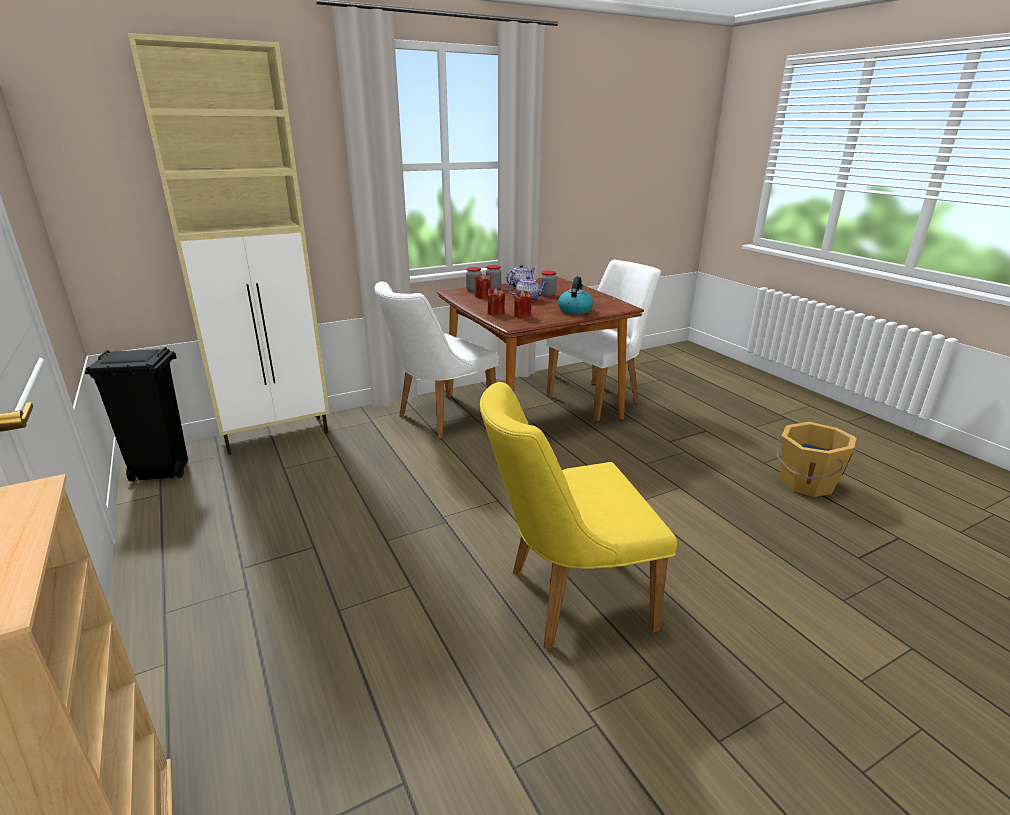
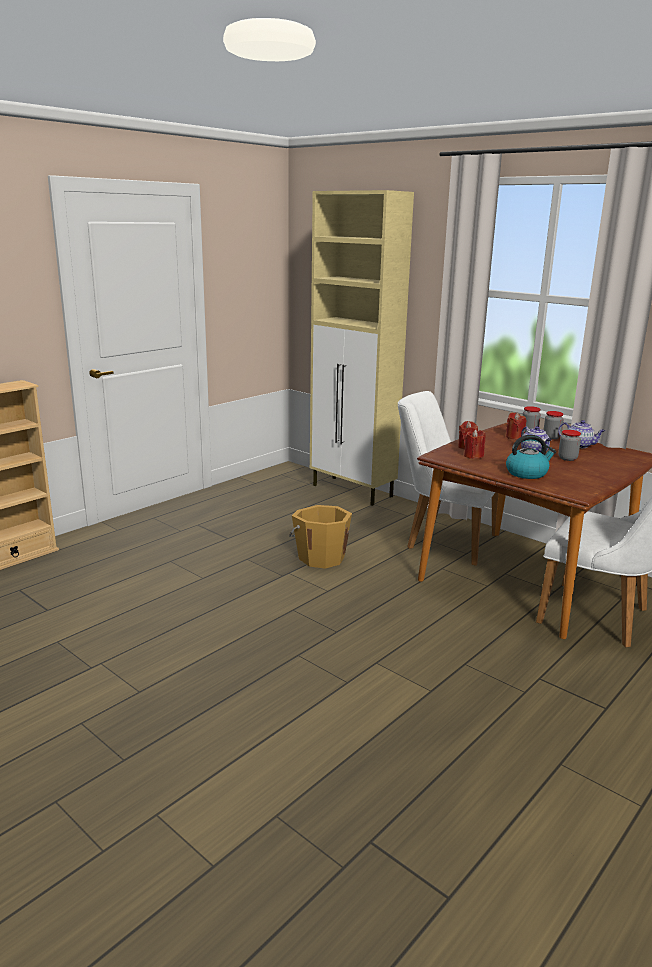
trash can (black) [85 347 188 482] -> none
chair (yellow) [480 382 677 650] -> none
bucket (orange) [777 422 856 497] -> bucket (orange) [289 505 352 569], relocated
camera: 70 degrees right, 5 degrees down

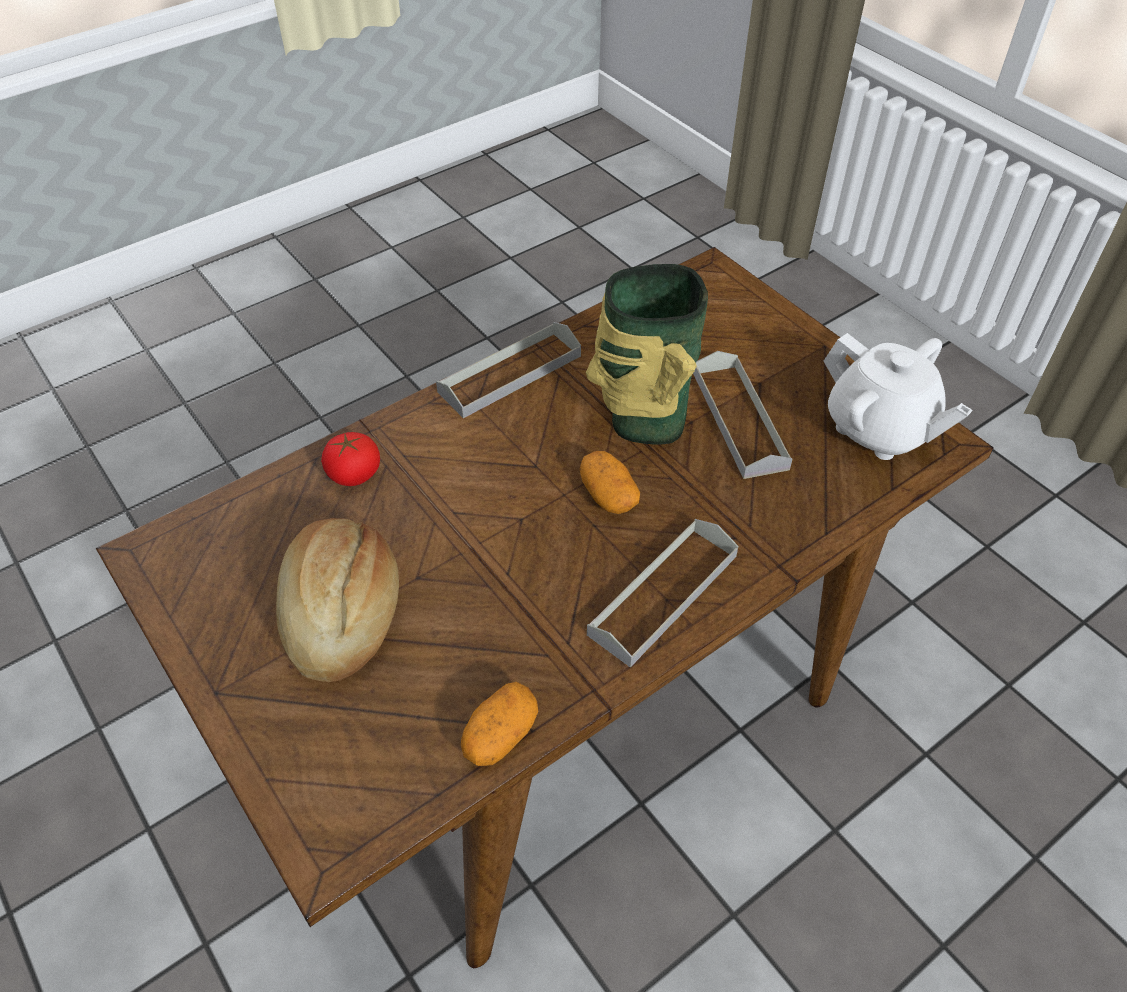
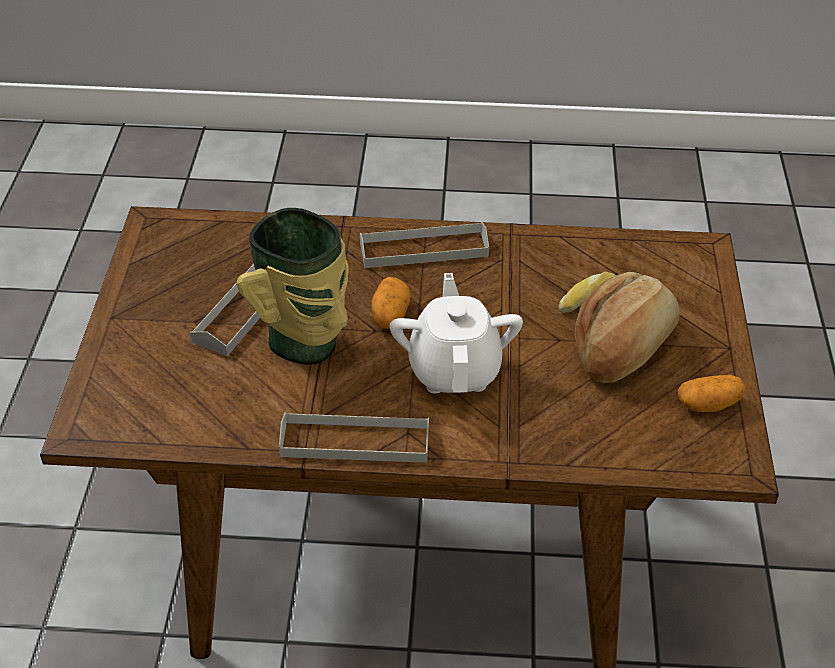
teapot (white) [824 333 972 460] -> teapot (white) [390 273 523 393], relocated
tomato [321 432 380 486] -> none
potato [461 682 538 766] -> potato [678 375 745 412], relocated
none -> bread [559 272 616 313]
camera: 140 degrees left, 5 degrees down

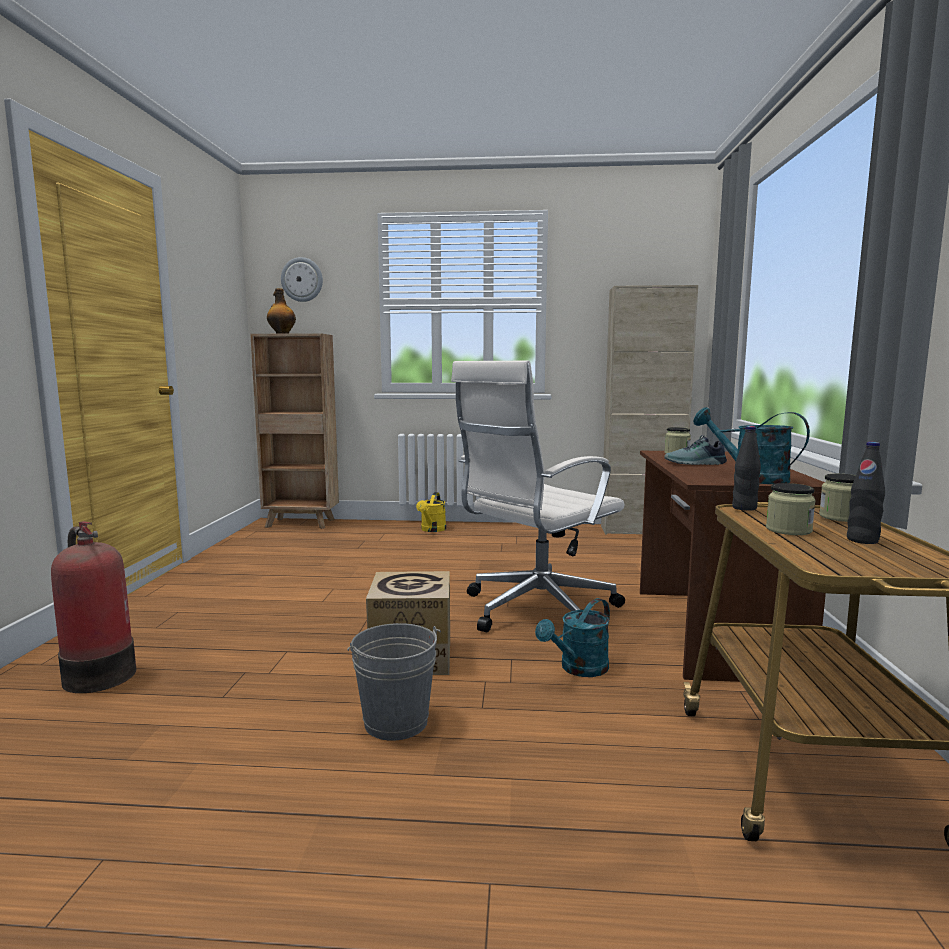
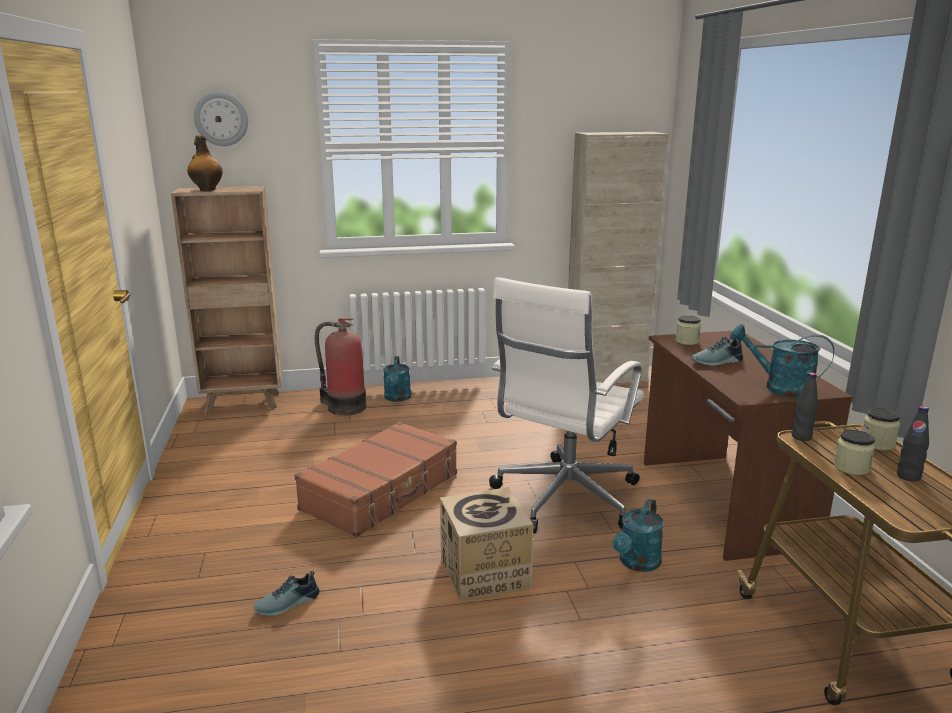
watering can (yellow) [416 492 446 532] -> watering can (turquoise) [383 356 411 402]
fire extinguisher [51 521 136 693] -> fire extinguisher [314 318 366 416], relocated
bucket (grey) [347 623 441 741] -> none
none -> suitcase (brown) [294 422 457 537]
none -> shoe [253 570 319 616]
camera: 15 degrees left, 10 degrees up

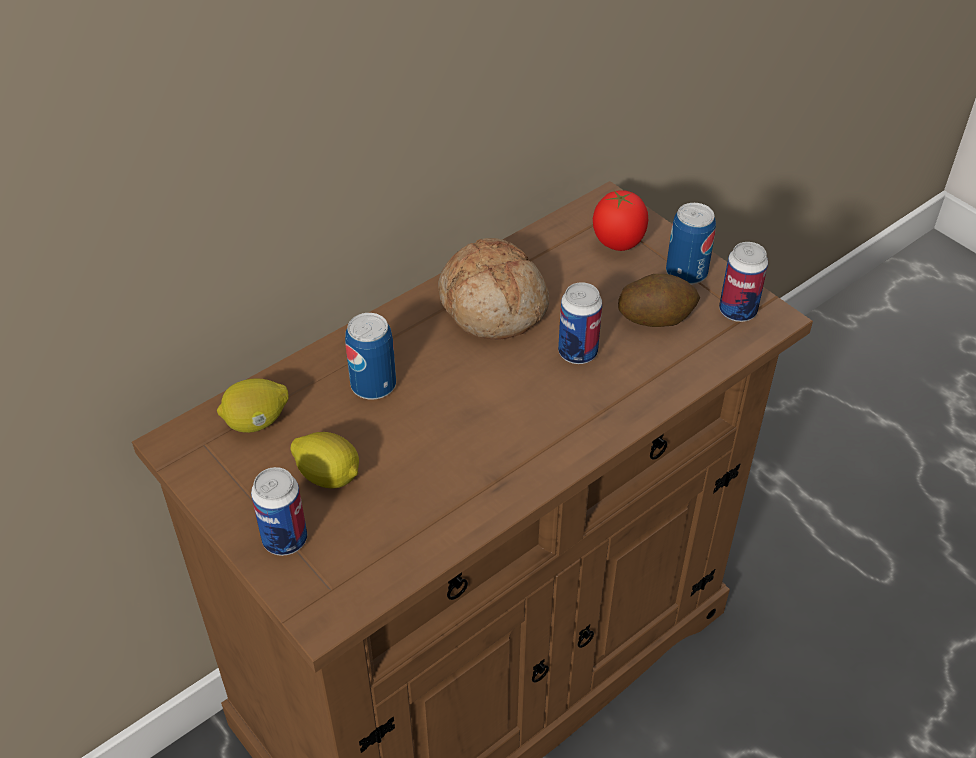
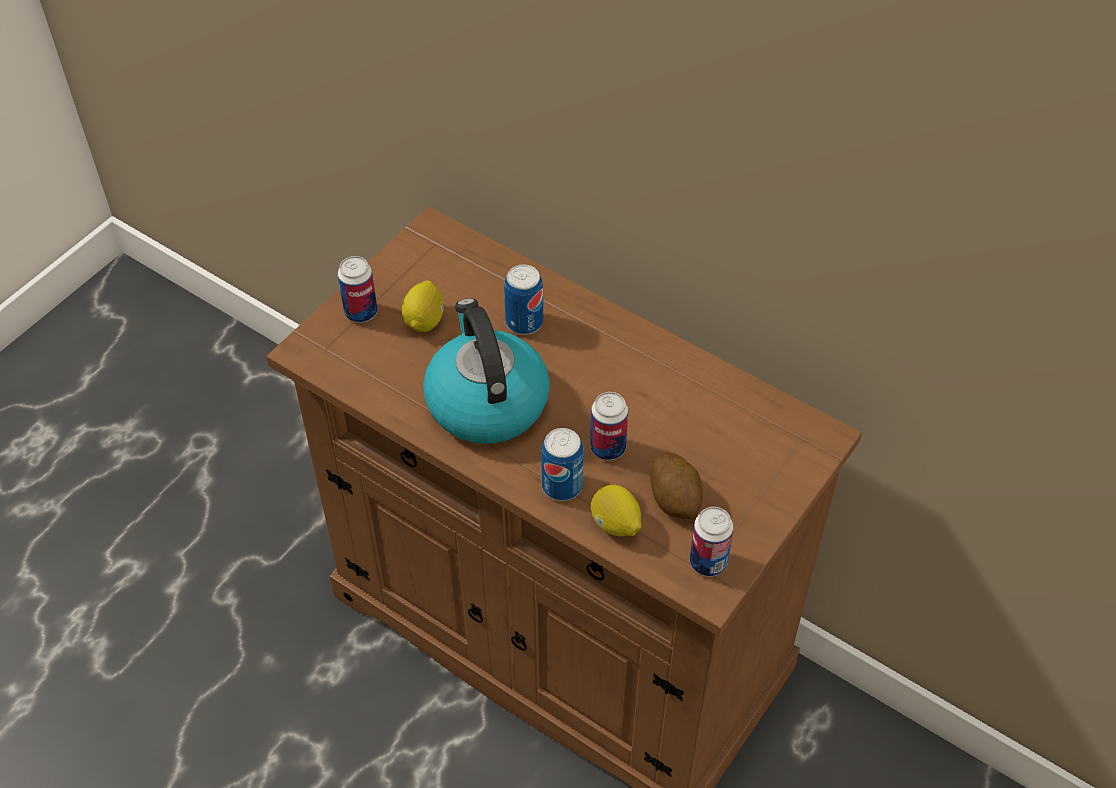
tomato [593 190 648 251] -> none
can [666 203 716 285] -> can [541 428 584 501], relocated
bread [438 238 549 340] -> none
lemon [217 379 289 433] -> lemon [591 485 641 536], relocated
none -> kettle [423 298 550 444]
camera: 75 degrees right, 5 degrees up

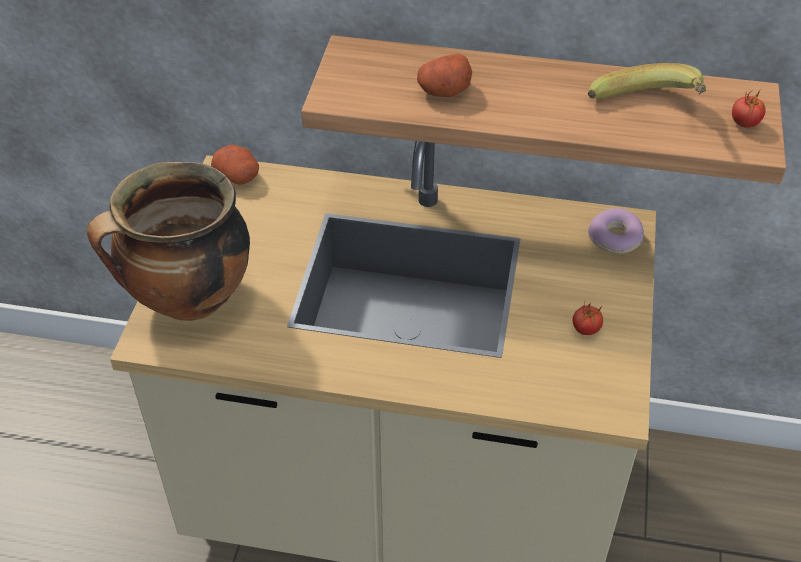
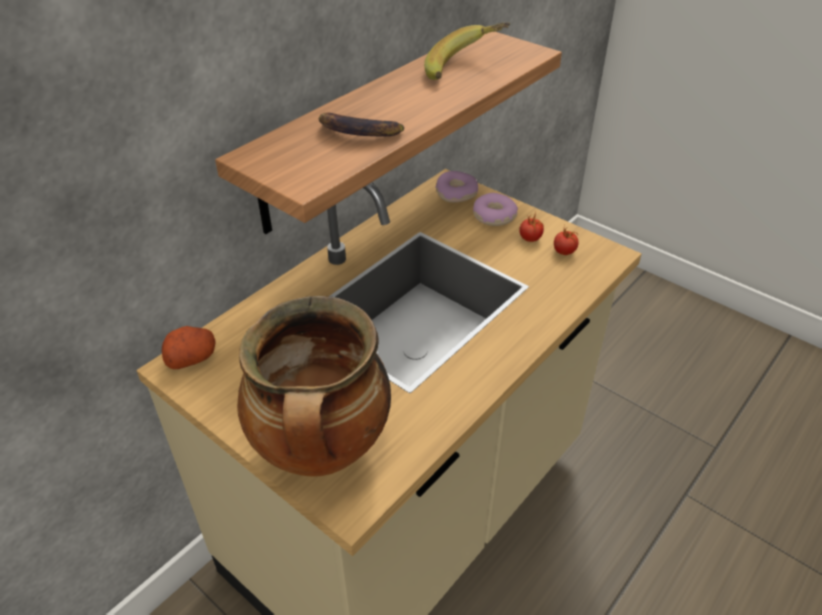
potato [417 54 472 97] -> banana [319 113 404 136]
tomato [732 88 765 128] -> tomato [554 228 579 255], relocated
none -> donut [473 193 518 226]
camera: 60 degrees left, 5 degrees down

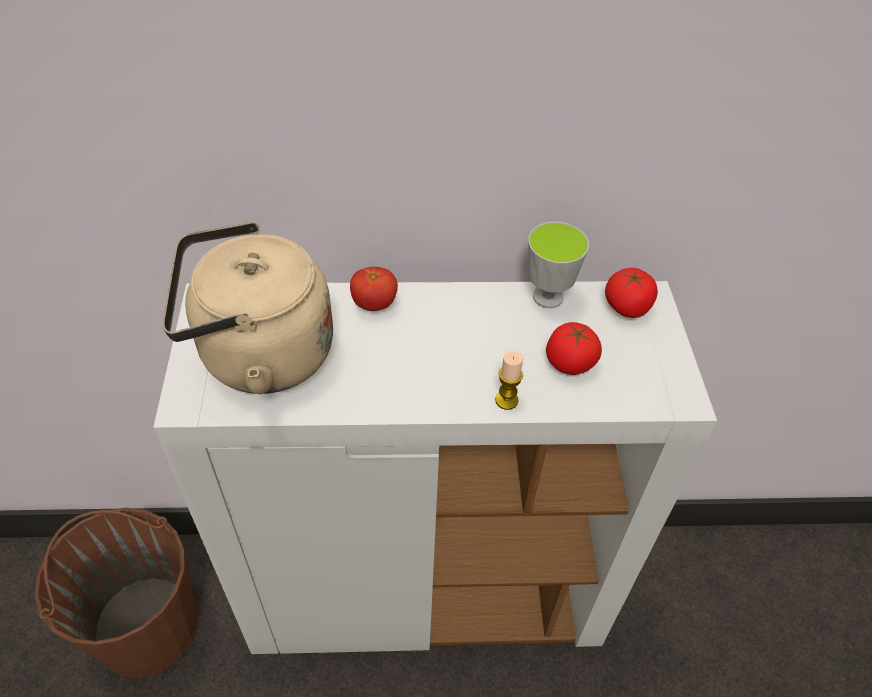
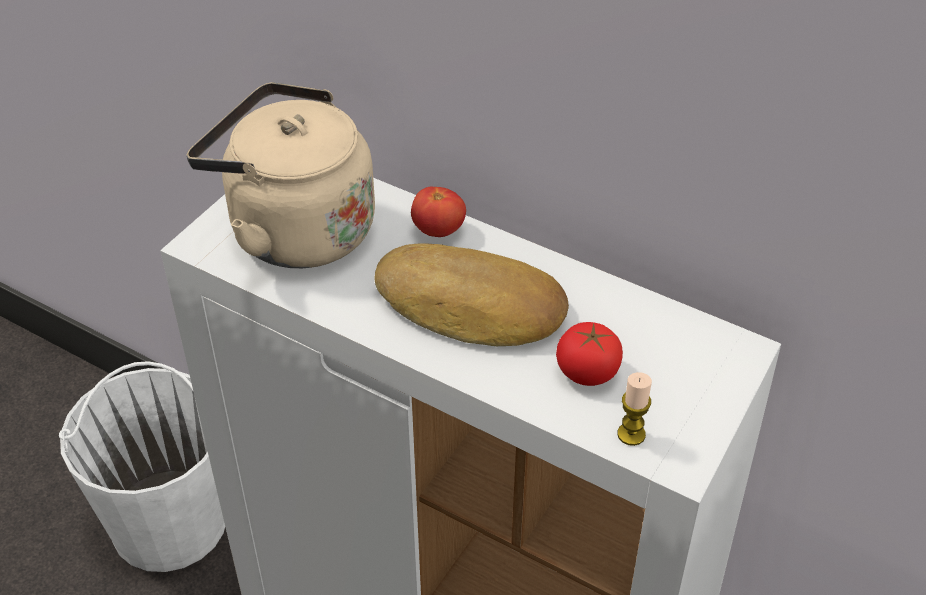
cup [528 221 589 308] -> none
tomato [605 268 658 318] -> none
candle [495 351 524 410] -> candle [617 372 652 446], relocated
bucket (brown) [34 508 198 678] -> bucket (white) [59 361 225 572]
none -> bread [375 243 569 346]
camera: 35 degrees right, 5 degrees down

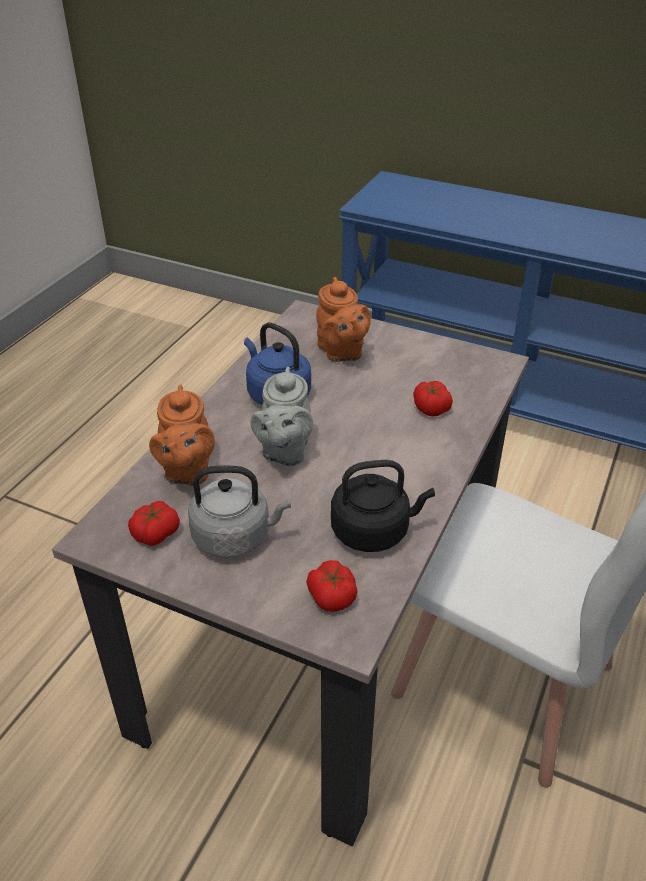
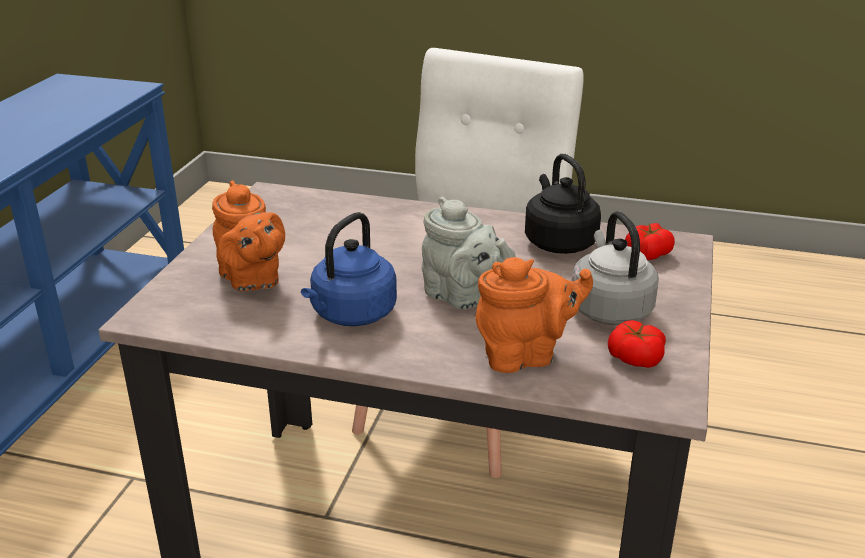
teapot (orange) [316 277 371 362] -> teapot (orange) [212 180 285 291], 90 degrees clockwise
teapot (grey) [251 367 313 466] -> teapot (grey) [422 197 515 309], 45 degrees clockwise
tomato [413 381 453 416] -> none
camera: 100 degrees left, 10 degrees down

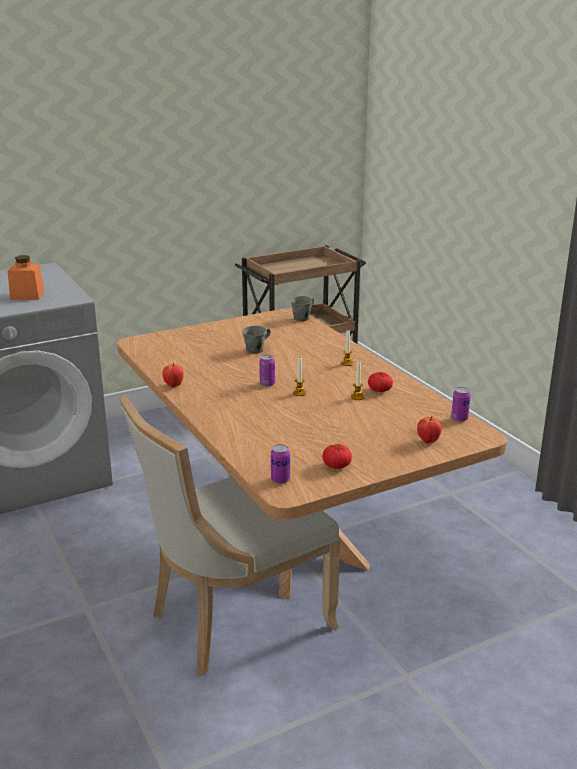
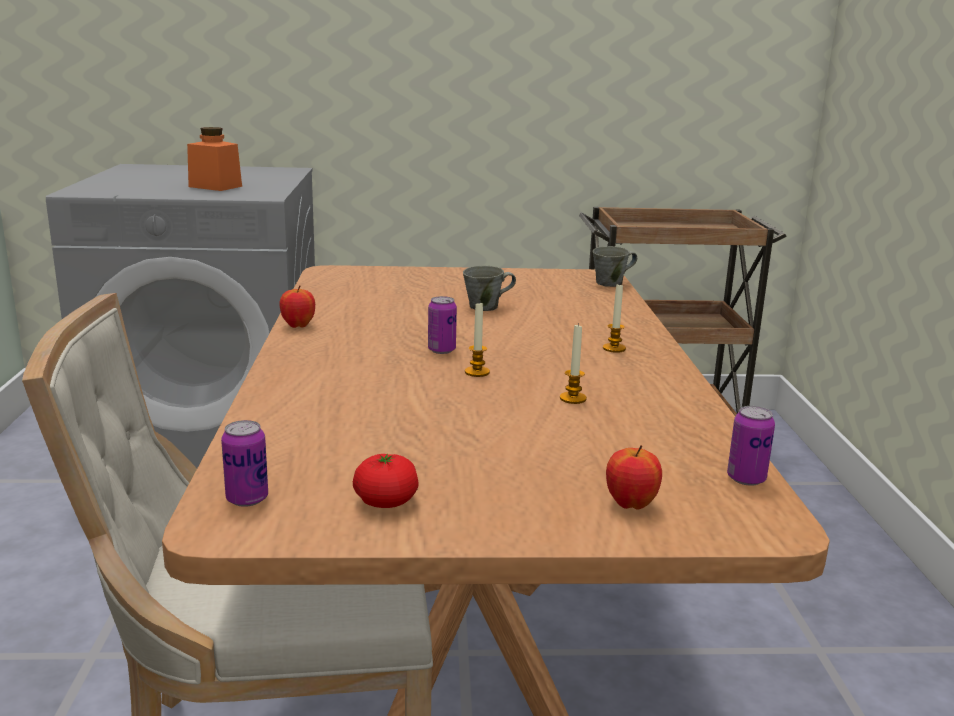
tomato [368 372 393 392] -> none
camera: 25 degrees right, 5 degrees down

